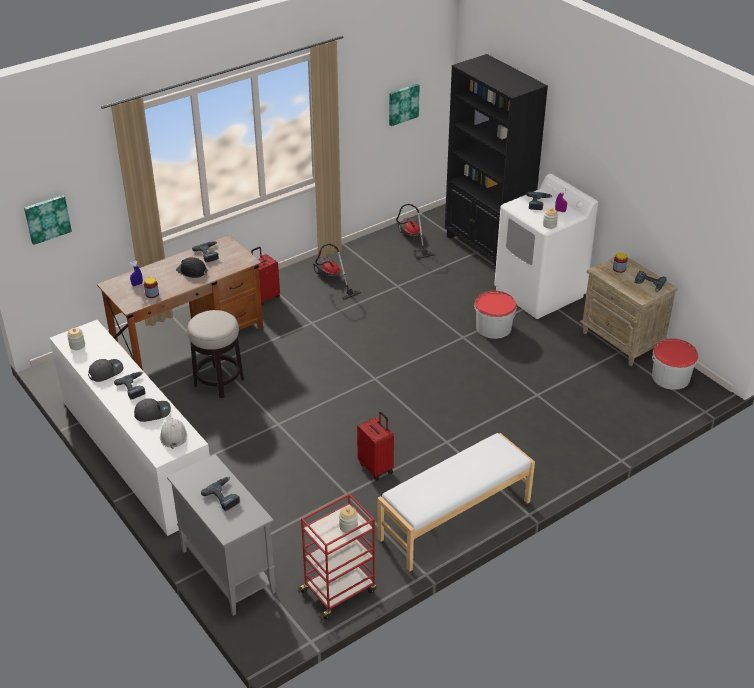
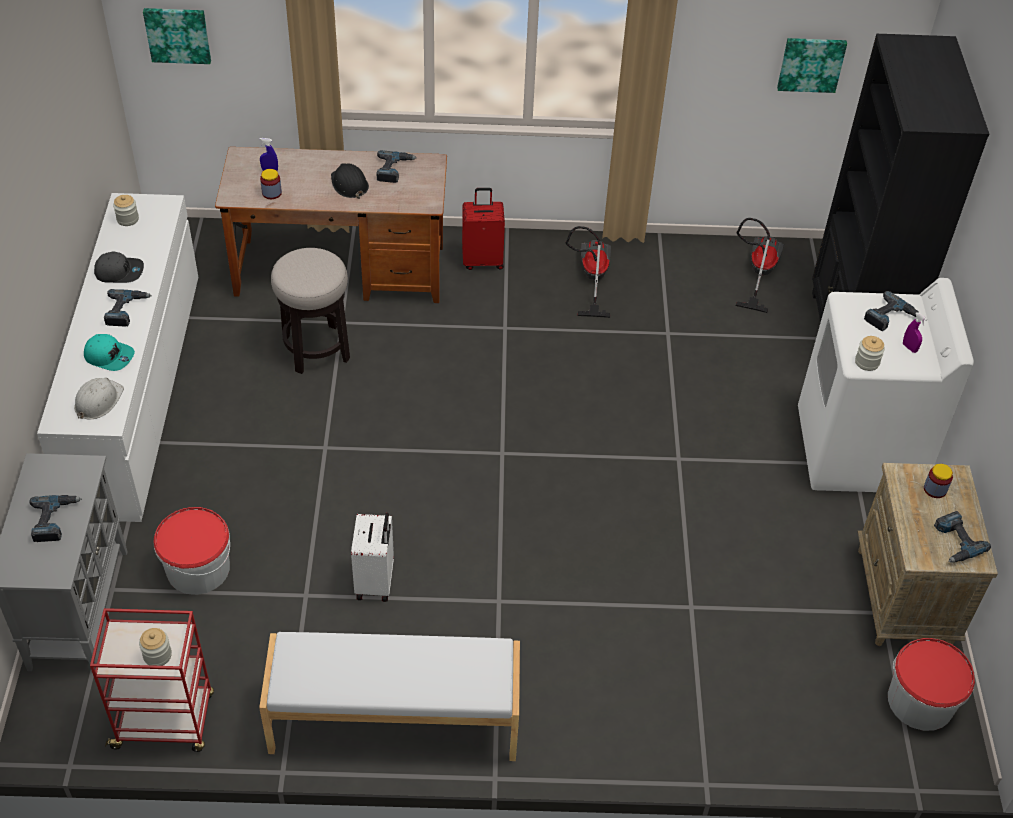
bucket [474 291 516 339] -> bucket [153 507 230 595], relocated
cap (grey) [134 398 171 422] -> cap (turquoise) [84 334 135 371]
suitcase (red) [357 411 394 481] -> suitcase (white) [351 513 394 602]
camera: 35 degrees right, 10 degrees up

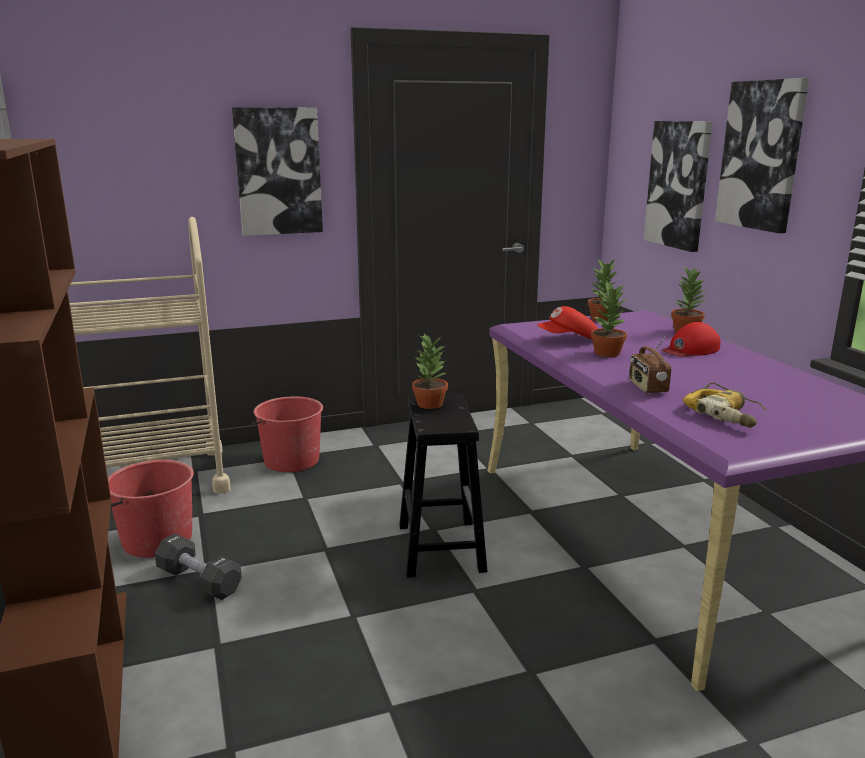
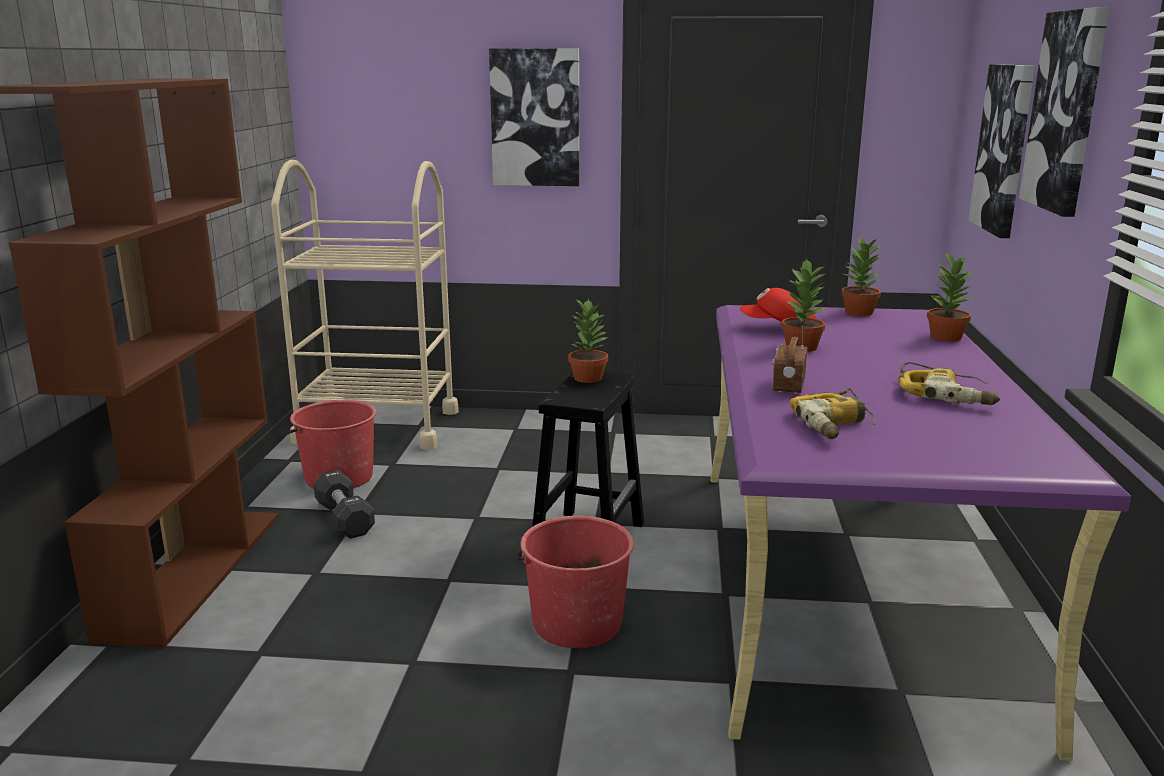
cap (red) [662 322 721 357] -> none
bucket (red) [252 396 323 472] -> bucket (red) [515 516 634 648], relocated
none -> power drill [898 362 1000 405]
camera: 25 degrees right, 0 degrees up

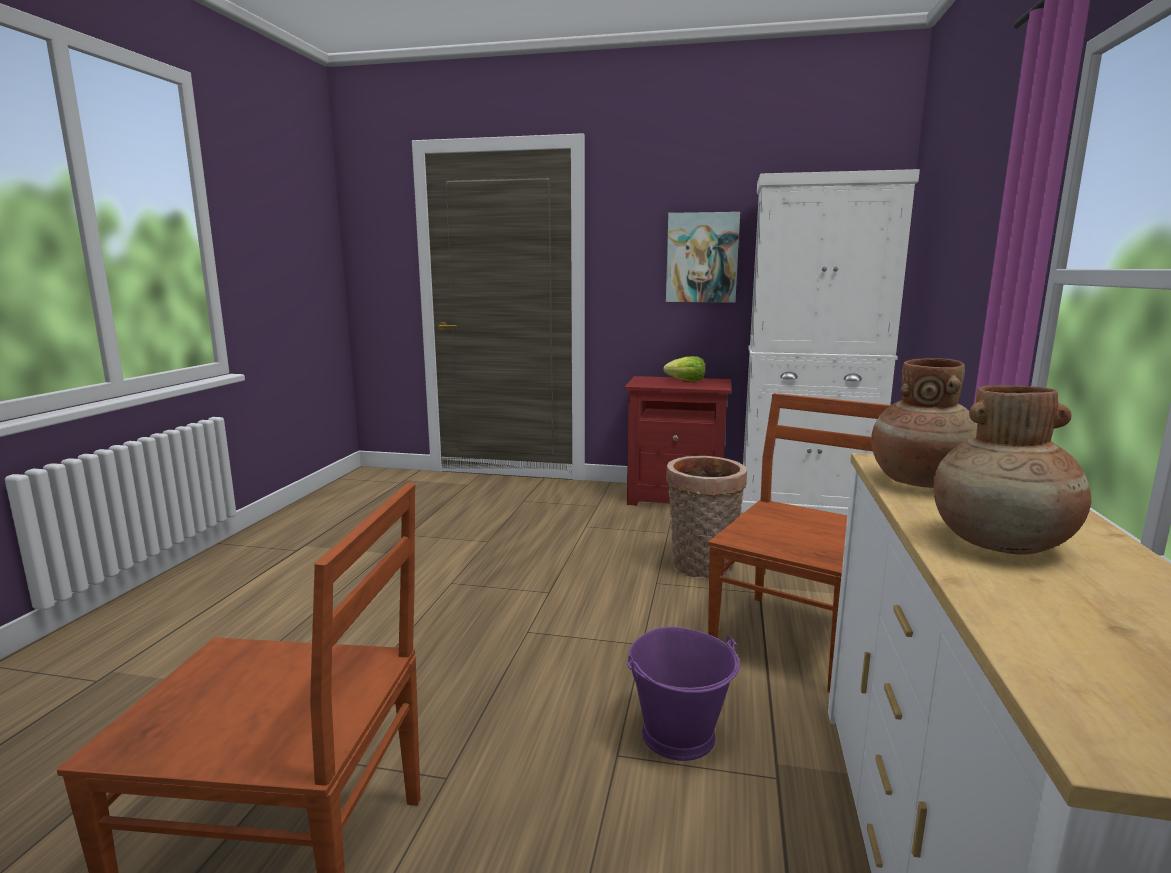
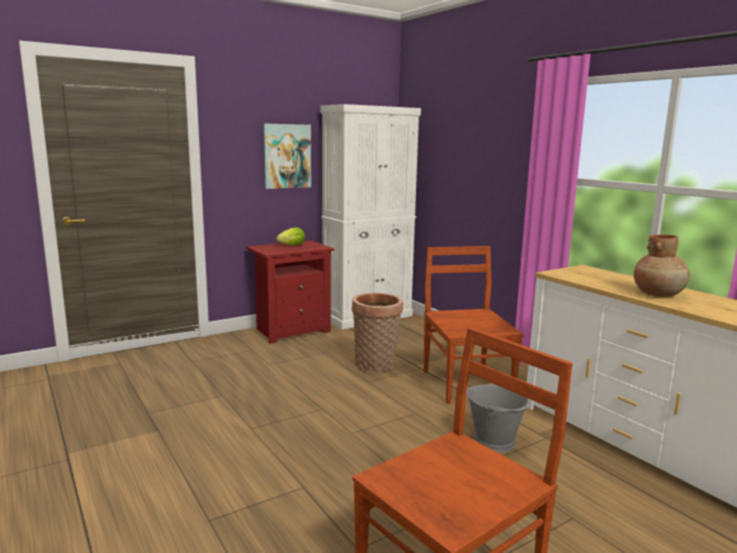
vase (brown) [871 358 977 488] -> none
bucket (purple) [627 627 740 761] -> bucket (grey) [466 384 530 453]
camera: 45 degrees left, 0 degrees up

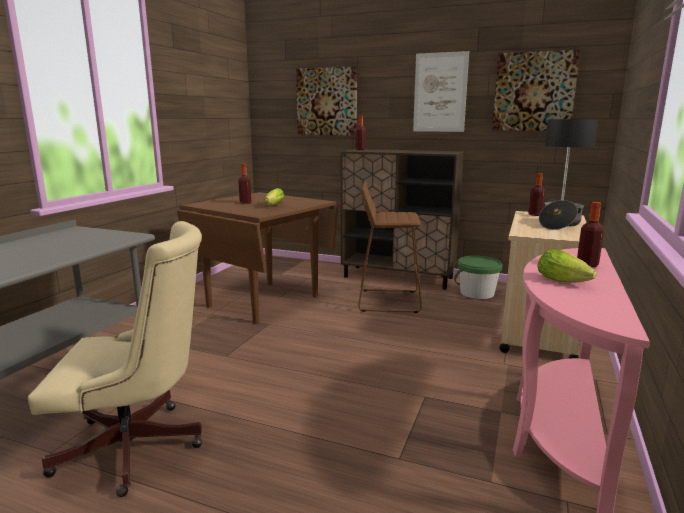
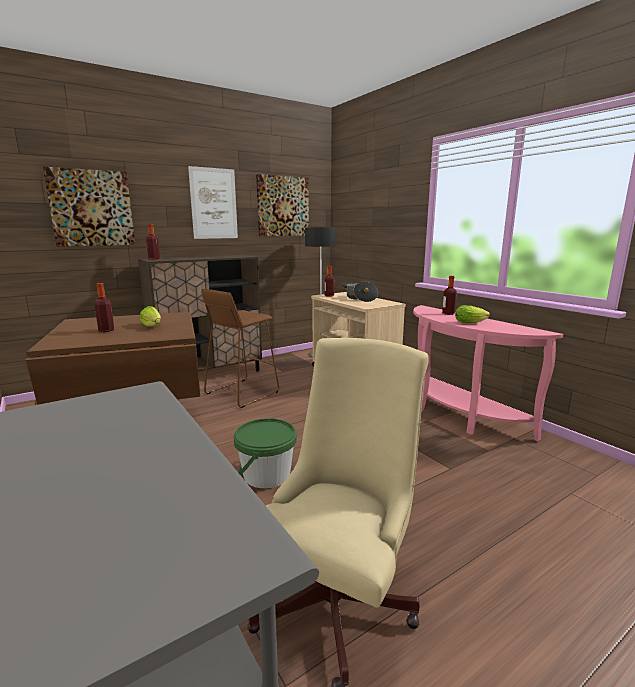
bucket (green) [454 256 503 299] -> bucket (green) [234 418 297 488], relocated
camera: 55 degrees left, 0 degrees up

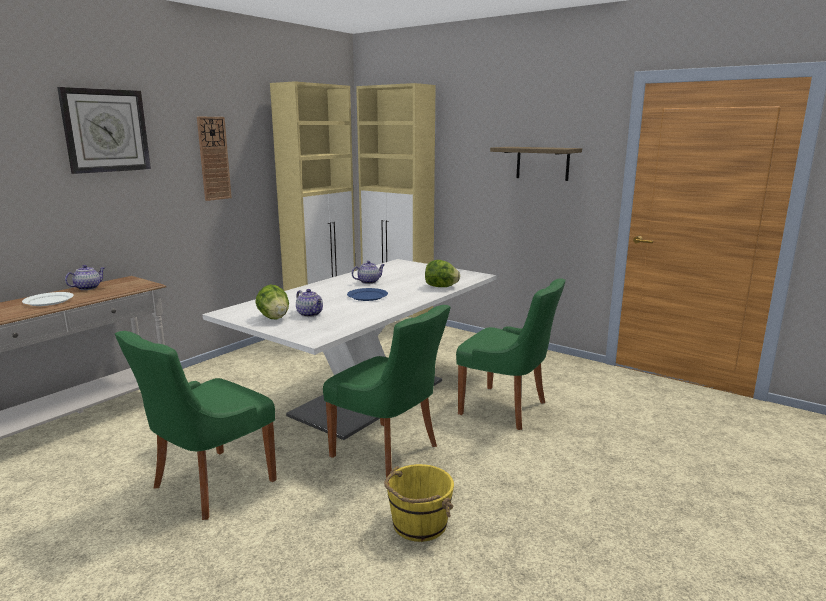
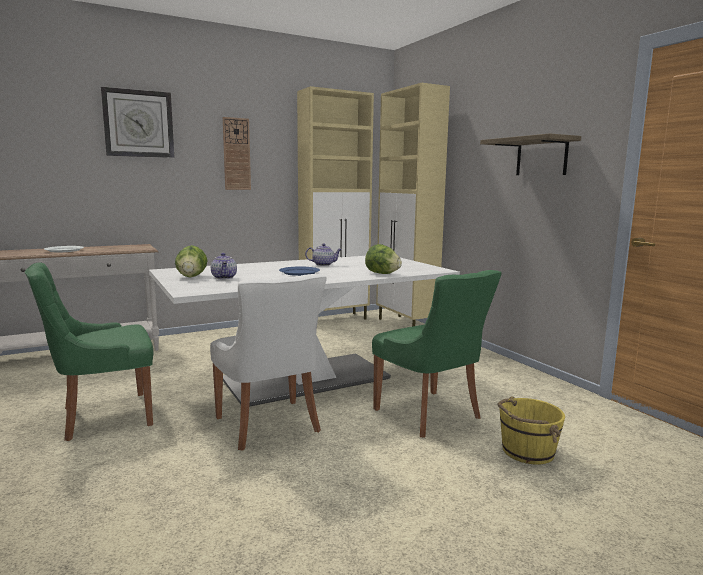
teapot [65 265 105 290] -> none
chair (green) [323 305 451 478] -> chair (white) [210 274 327 451]
bucket (yellow) [384 464 454 542] -> bucket (yellow) [497 396 565 465], relocated
camera: 25 degrees right, 5 degrees down

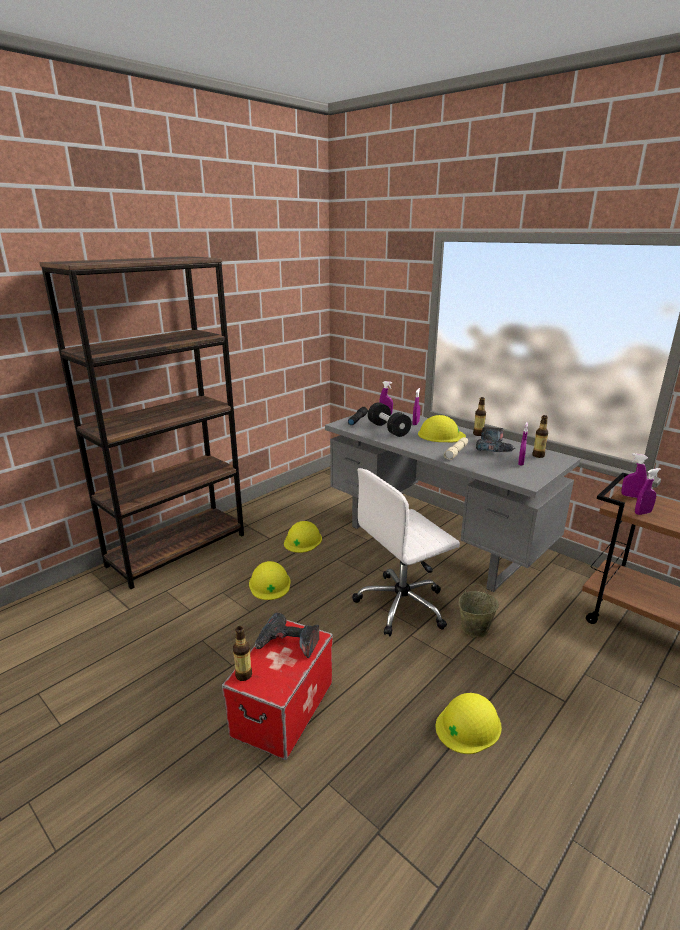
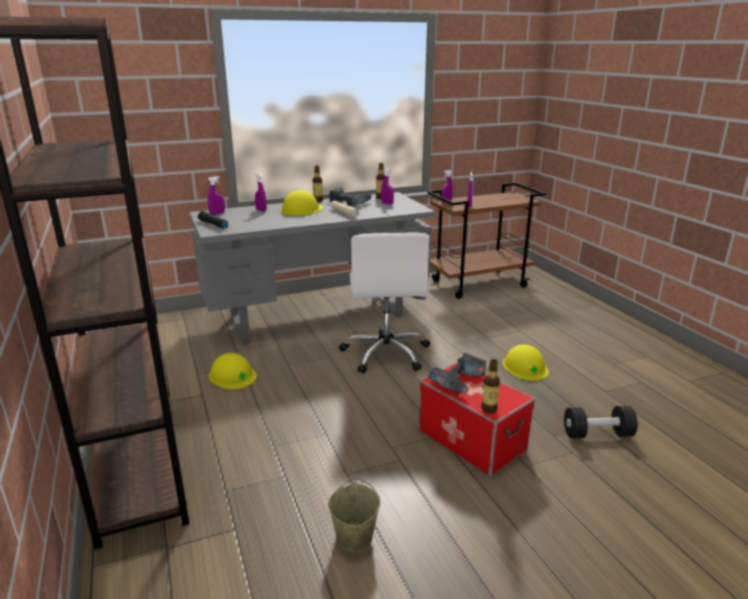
dumbbell (black) [368 402 411 437] -> dumbbell (black) [564 406 638 438], relocated
hard hat (yellow) [249 561 290 600] -> none
bucket (beige) [458 584 499 638] -> bucket (beige) [328 478 380 552], relocated
camera: 65 degrees left, 0 degrees up

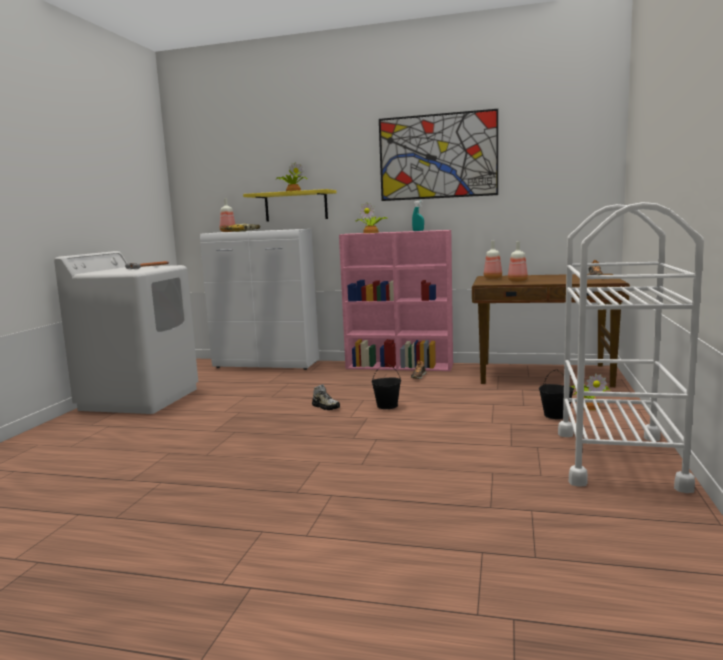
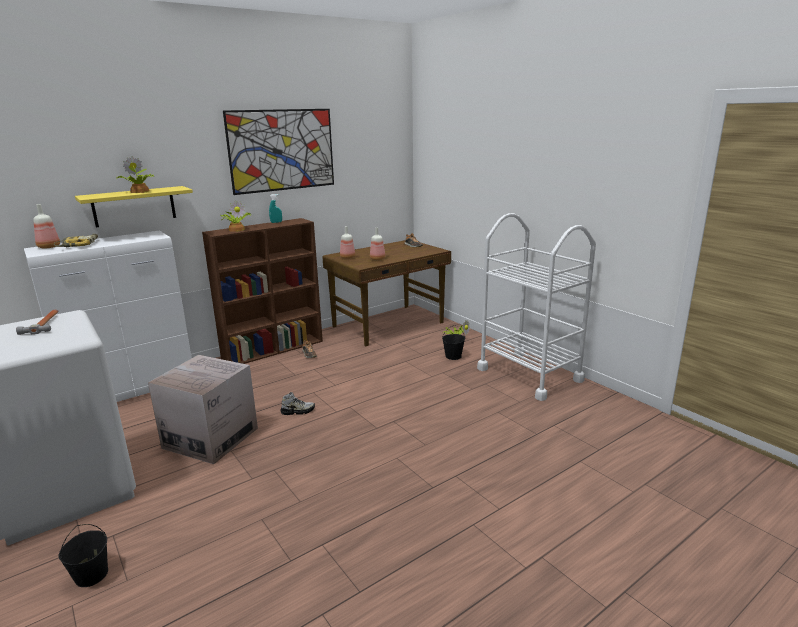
bookcase (pink) [339 230 453 371] -> bookcase (brown) [202 218 323 364]
bucket (black) [372 364 401 409] -> bucket (black) [59 524 108 587], relocated
none -> cardboard box [148 355 258 464]
camera: 50 degrees left, 10 degrees up

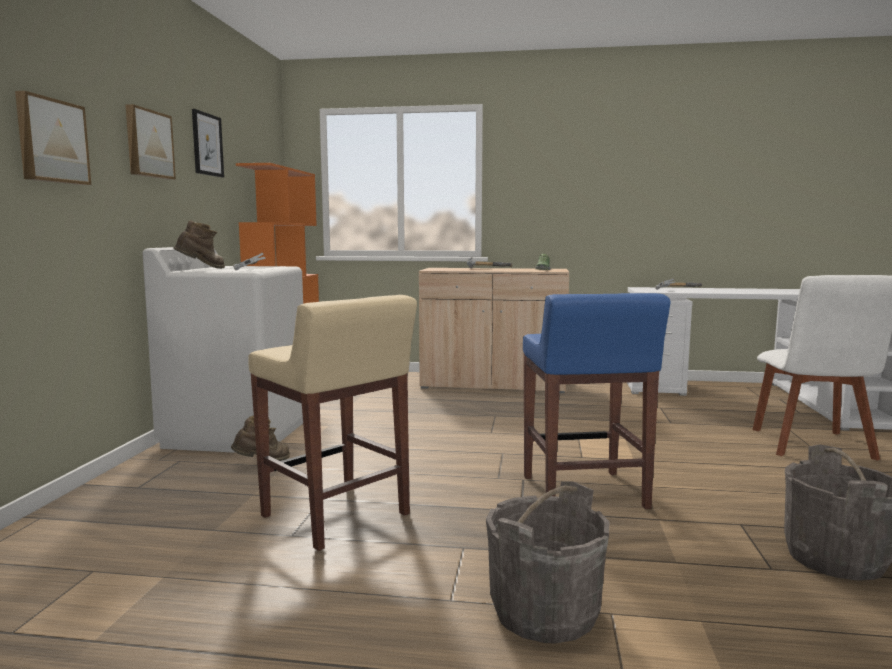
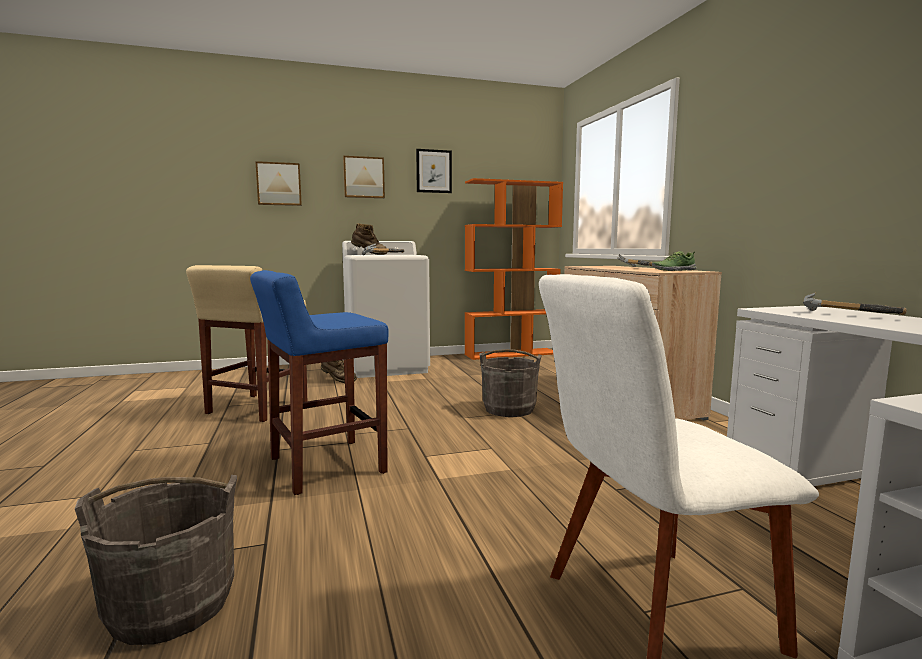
bucket (grey) [486 481 610 644] -> bucket (grey) [480 349 542 417], relocated
camera: 65 degrees right, 0 degrees up

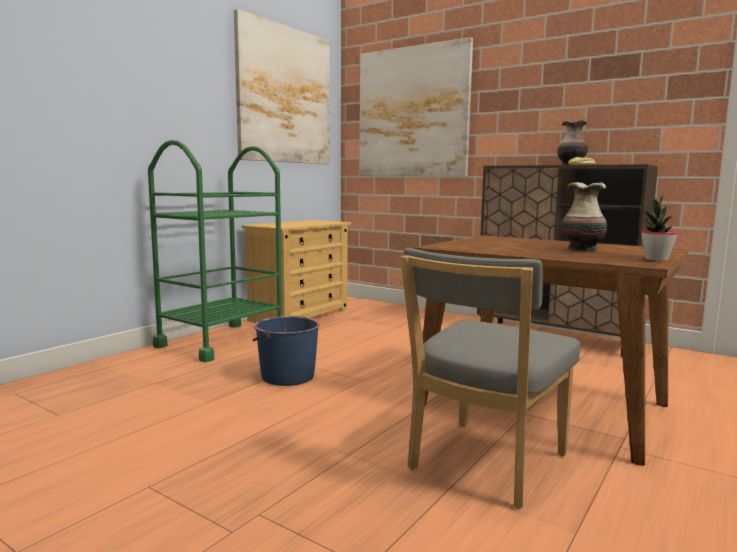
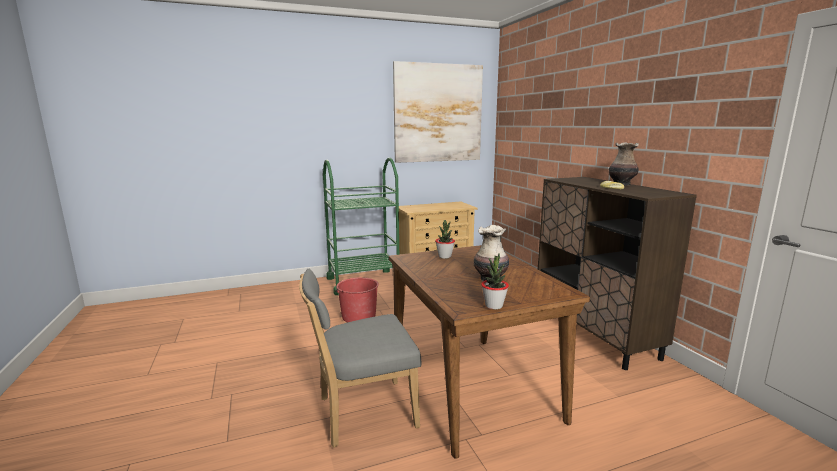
picture [359 37 473 176] -> none
bucket (blue) [252 316 320 386] -> bucket (red) [335 277 379 323]
none -> potted plant [435 220 455 259]
camera: 35 degrees right, 5 degrees up

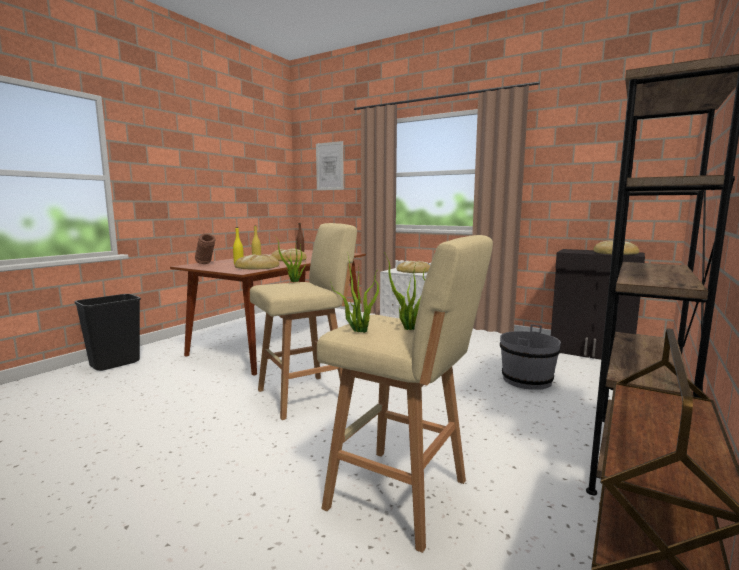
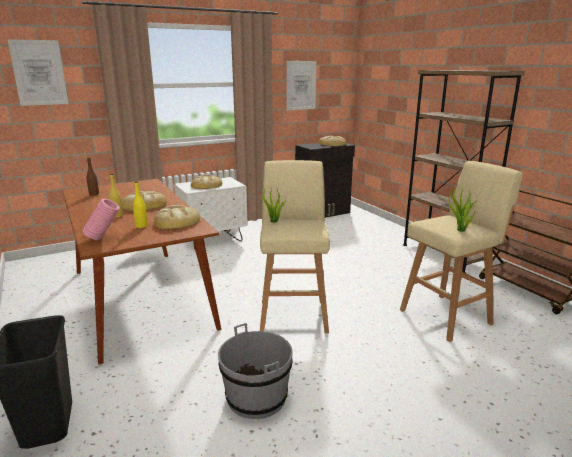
vase (brown) [195 234 215 264] -> vase (pink) [83 198 120 240]
bucket (grey) [500 324 561 390] -> bucket (grey) [218 323 293 419], relocated
none -> picture [287 61 316 110]
camera: 60 degrees left, 10 degrees up

